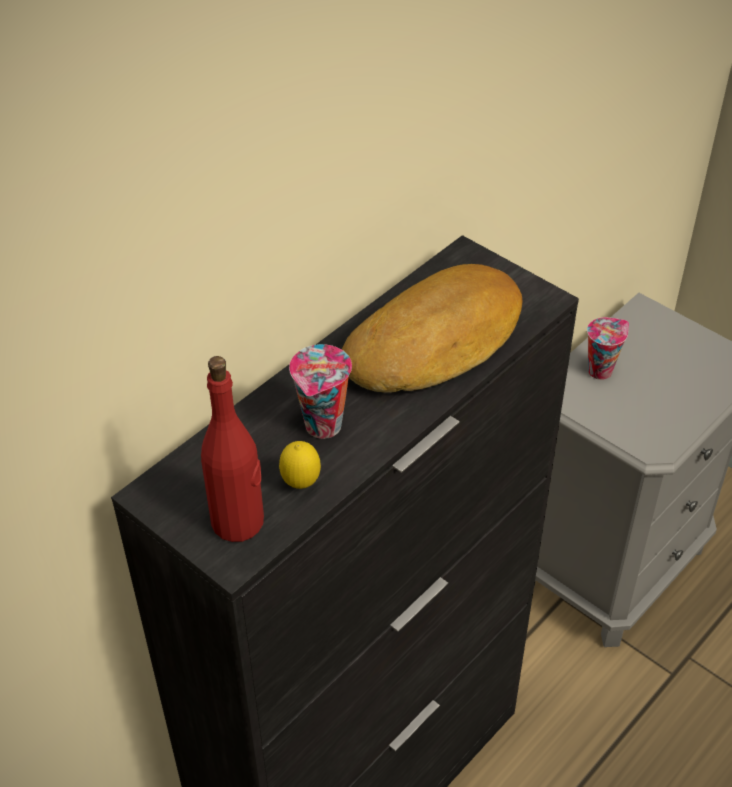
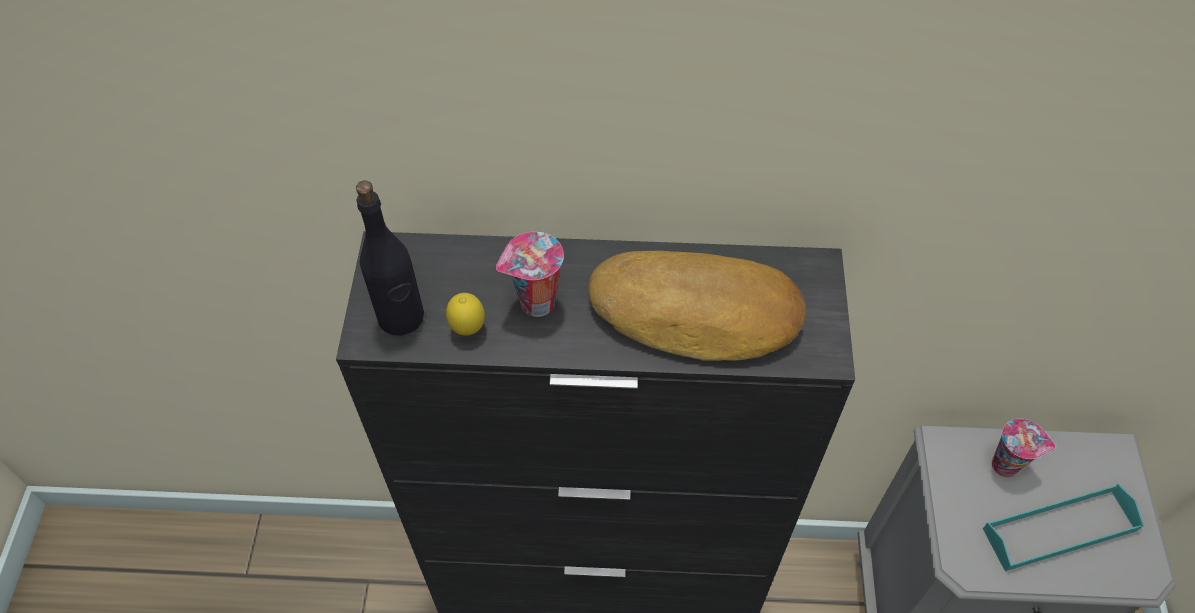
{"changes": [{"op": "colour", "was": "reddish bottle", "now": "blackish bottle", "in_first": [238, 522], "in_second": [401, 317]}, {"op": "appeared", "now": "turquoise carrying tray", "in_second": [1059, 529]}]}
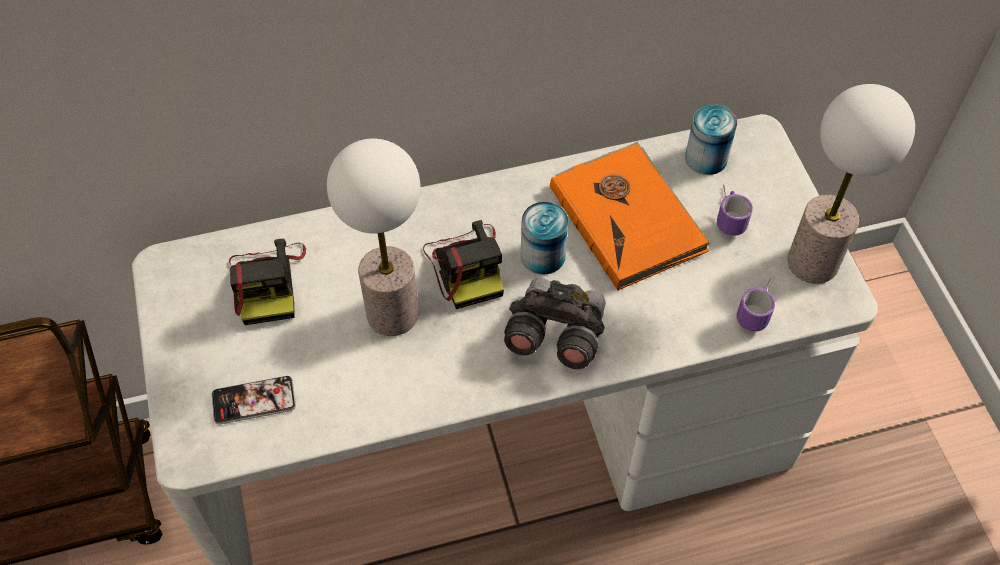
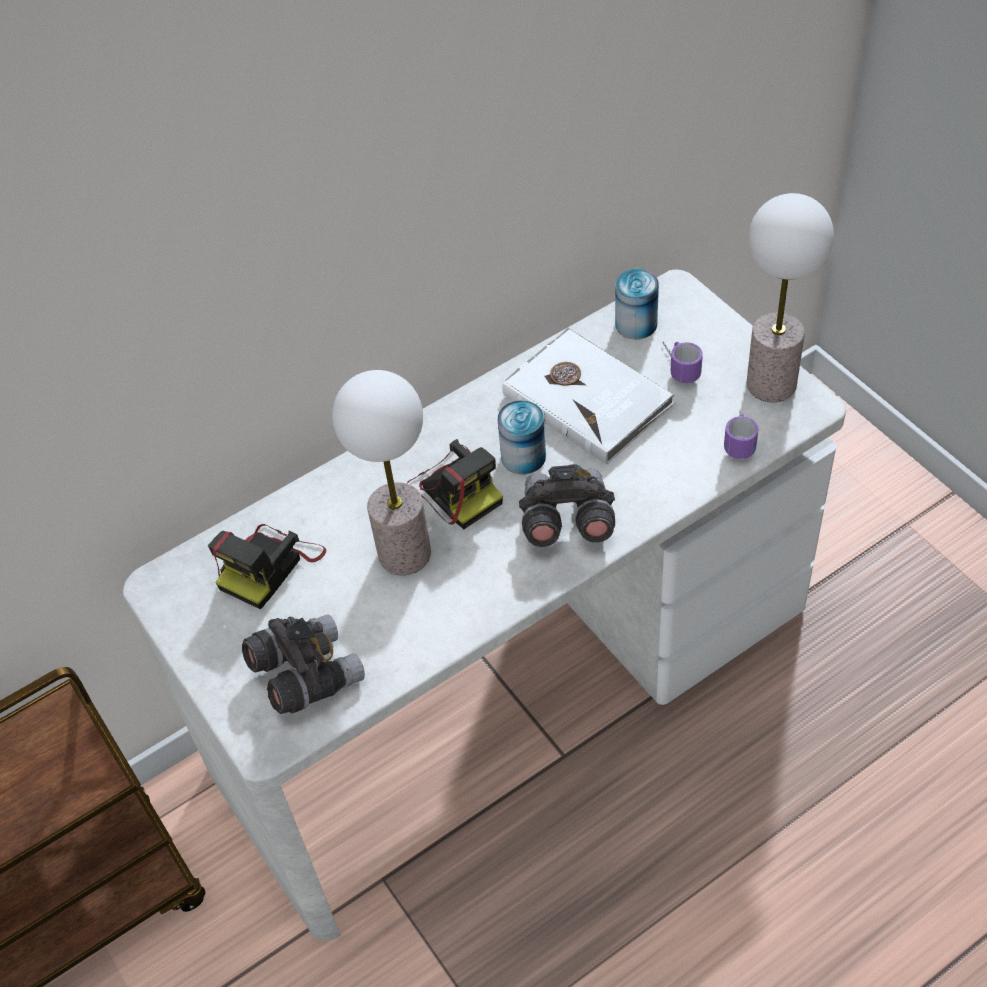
{"changes": [{"op": "exchanged", "was": "telephone", "now": "grey field glasses", "in_first": [254, 400], "in_second": [306, 675]}, {"op": "spun", "was": "still camera", "in_first": [268, 283], "in_second": [270, 566], "clockwise": 60}, {"op": "colour", "was": "orange-coloured book", "now": "whitish book", "in_first": [628, 218], "in_second": [588, 398]}]}
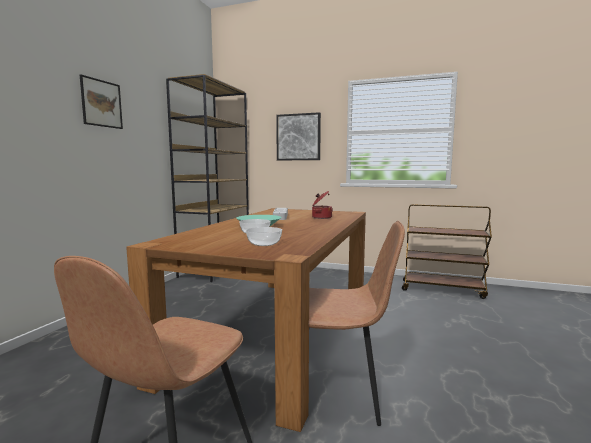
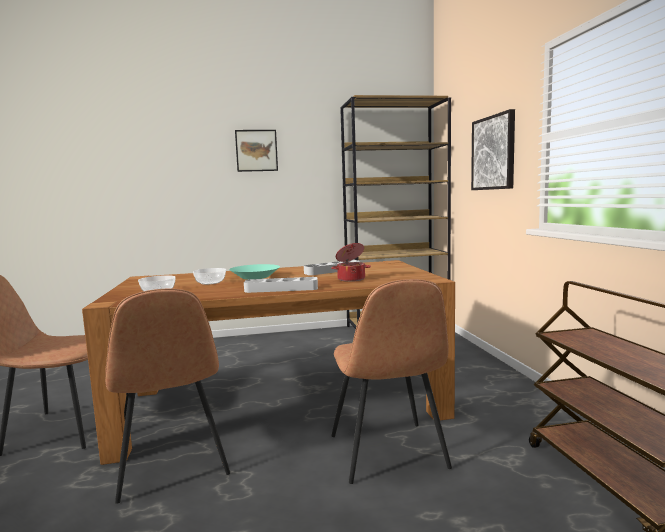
{"changes": [{"op": "appeared", "now": "grey carrying tray", "in_second": [281, 289]}, {"op": "appeared", "now": "brown-coloured plain chair", "in_second": [388, 453]}]}
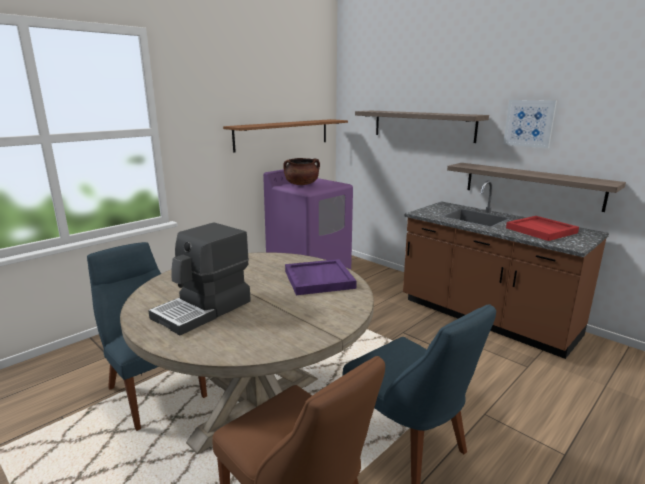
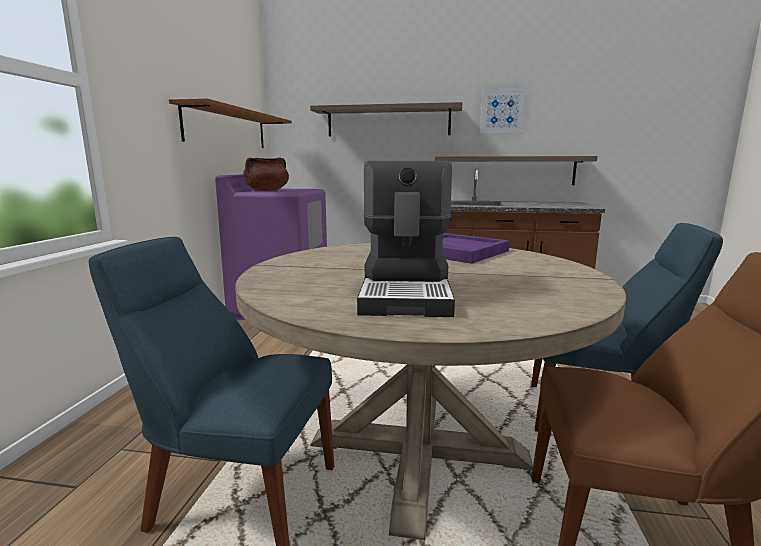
{"changes": [{"op": "missing", "was": "reddish carrying tray", "in_first": [542, 230]}]}
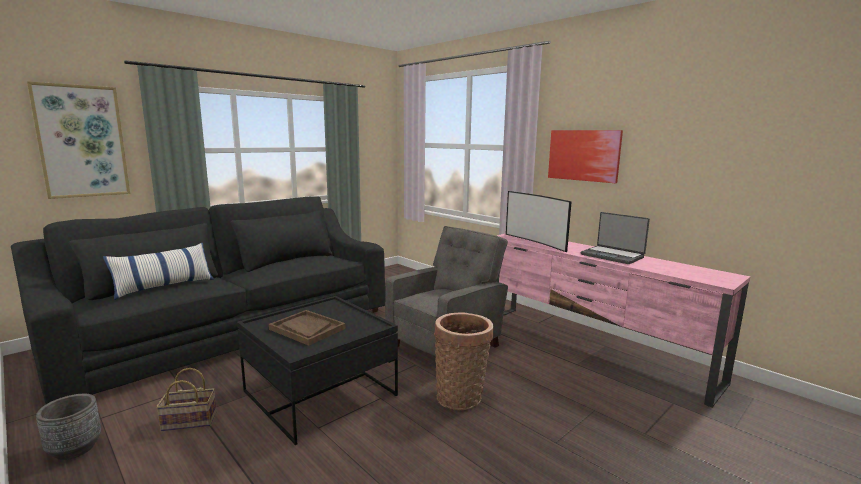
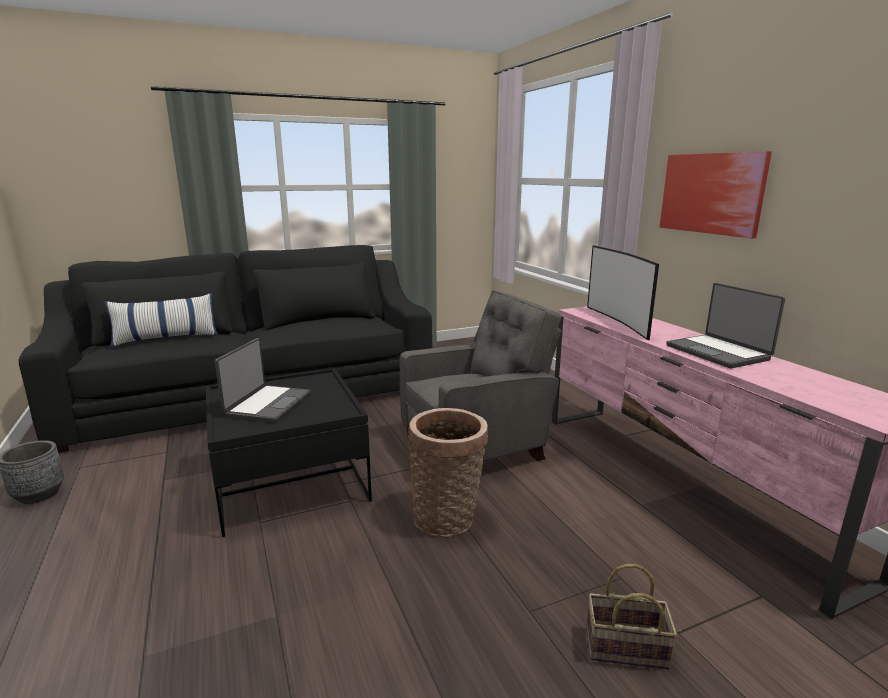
{"changes": [{"op": "missing", "was": "wall picture", "in_first": [82, 141]}, {"op": "relocated", "was": "household basket", "in_first": [188, 422], "in_second": [624, 649]}, {"op": "exchanged", "was": "brown-coloured carrying tray", "now": "portable computer", "in_first": [307, 329], "in_second": [267, 404]}]}
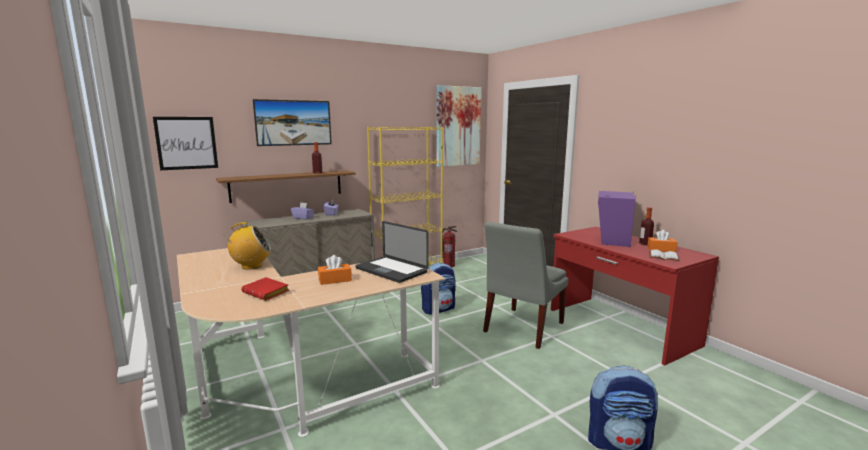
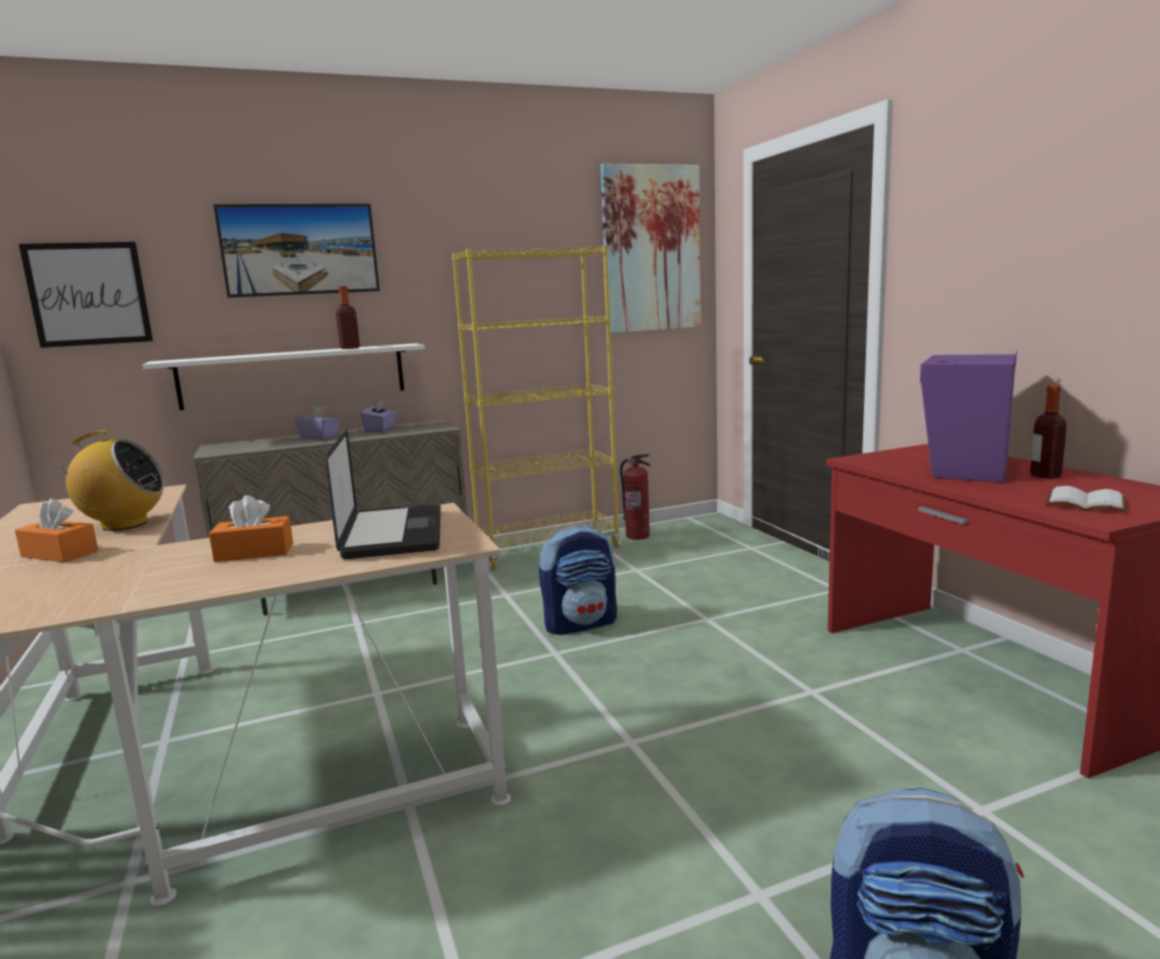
{"changes": [{"op": "colour", "was": "brown-coloured bracket shelf", "now": "whitish bracket shelf", "in_first": [287, 186], "in_second": [294, 375]}, {"op": "missing", "was": "reddish book", "in_first": [267, 292]}, {"op": "spun", "was": "portable computer", "in_first": [391, 270], "in_second": [394, 533], "clockwise": -150}, {"op": "missing", "was": "grey plain chair", "in_first": [522, 328]}, {"op": "relocated", "was": "orange-coloured box of tissues", "in_first": [661, 249], "in_second": [59, 554]}]}
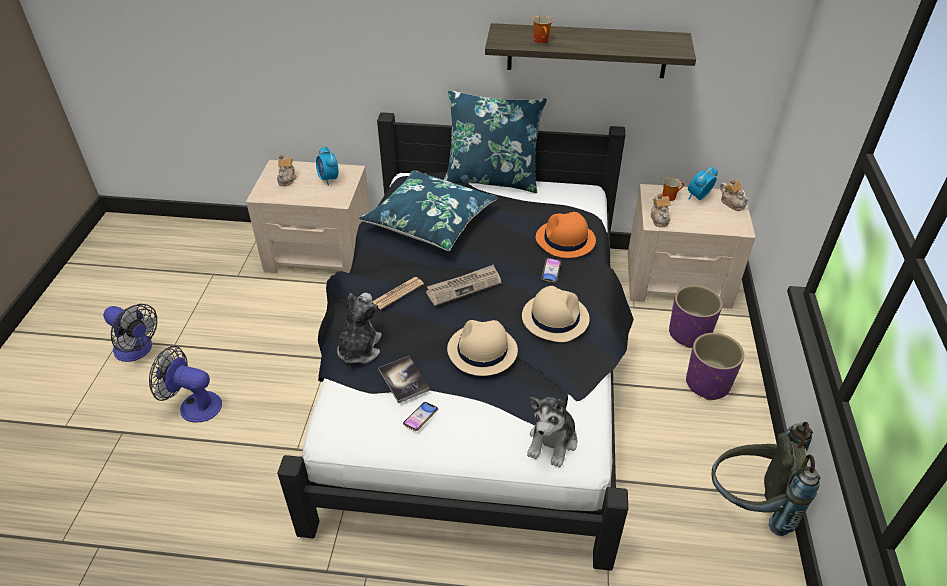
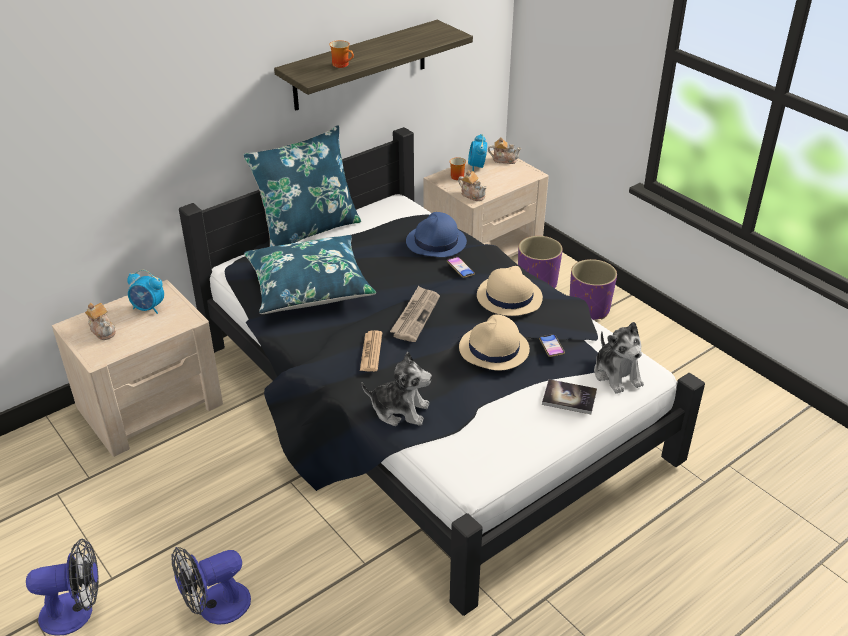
{"changes": [{"op": "spun", "was": "plush toy", "in_first": [359, 349], "in_second": [400, 410], "clockwise": 135}, {"op": "relocated", "was": "book", "in_first": [404, 380], "in_second": [569, 398]}, {"op": "relocated", "was": "telephone", "in_first": [420, 418], "in_second": [551, 347]}, {"op": "colour", "was": "orange-coloured wearable hat", "now": "blue-coloured wearable hat", "in_first": [565, 240], "in_second": [436, 242]}, {"op": "missing", "was": "grey rucksack", "in_first": [749, 505]}]}
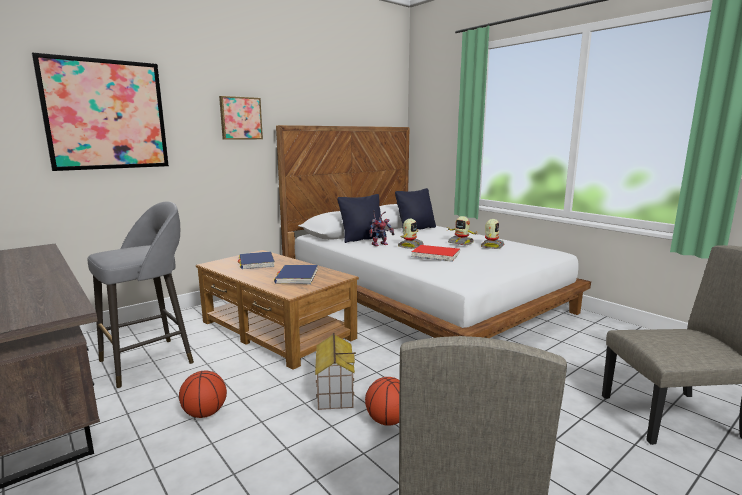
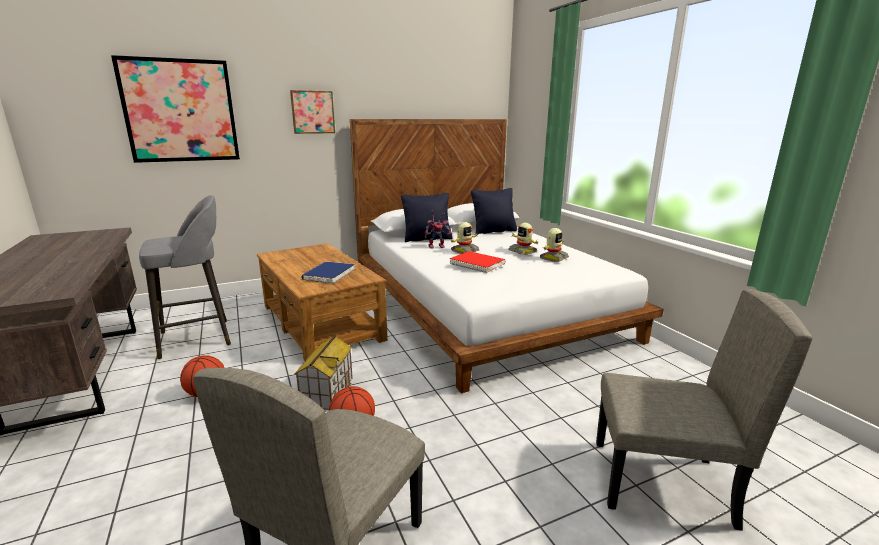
{"changes": [{"op": "missing", "was": "blue-coloured book", "in_first": [256, 263]}]}
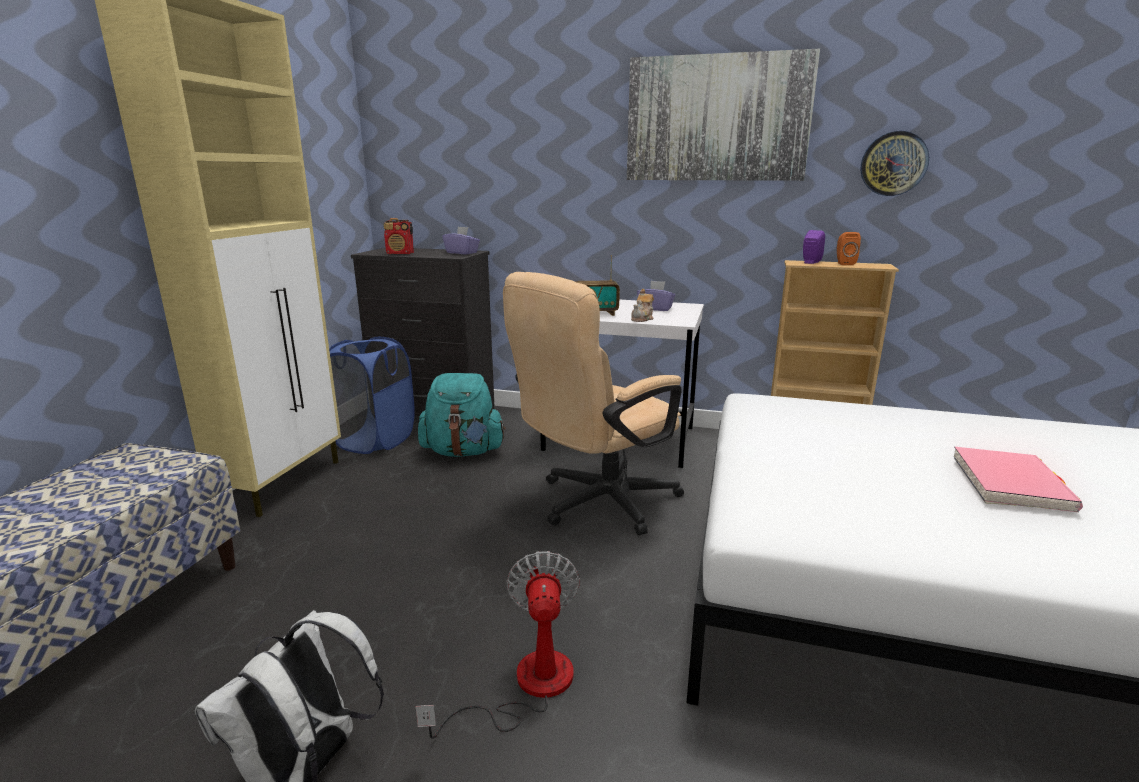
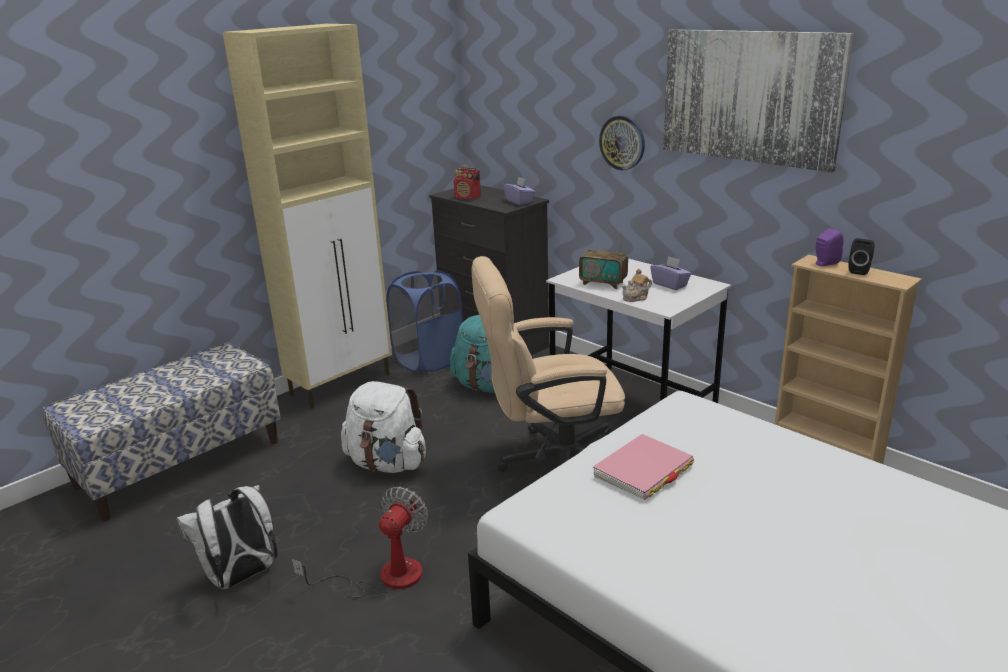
{"changes": [{"op": "colour", "was": "orange-coloured audio speaker", "now": "blackish audio speaker", "in_first": [844, 263], "in_second": [860, 271]}, {"op": "relocated", "was": "hanging clock", "in_first": [893, 164], "in_second": [622, 142]}, {"op": "relocated", "was": "pink book", "in_first": [1010, 483], "in_second": [643, 470]}, {"op": "appeared", "now": "whitish rucksack", "in_second": [387, 463]}]}
